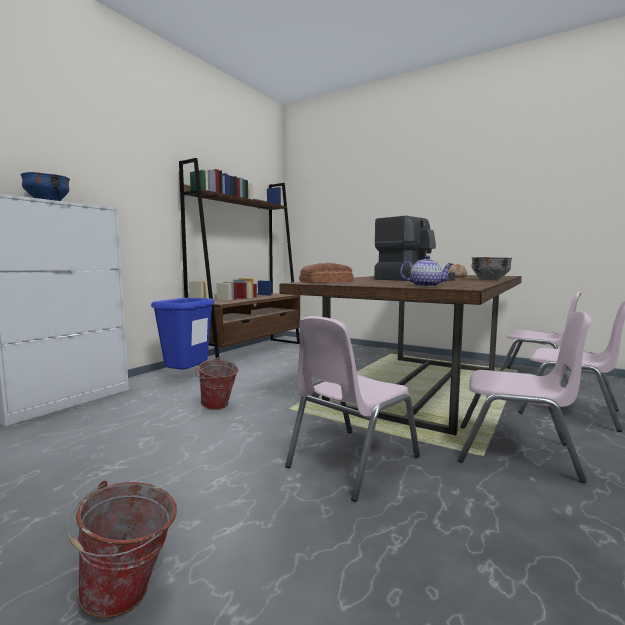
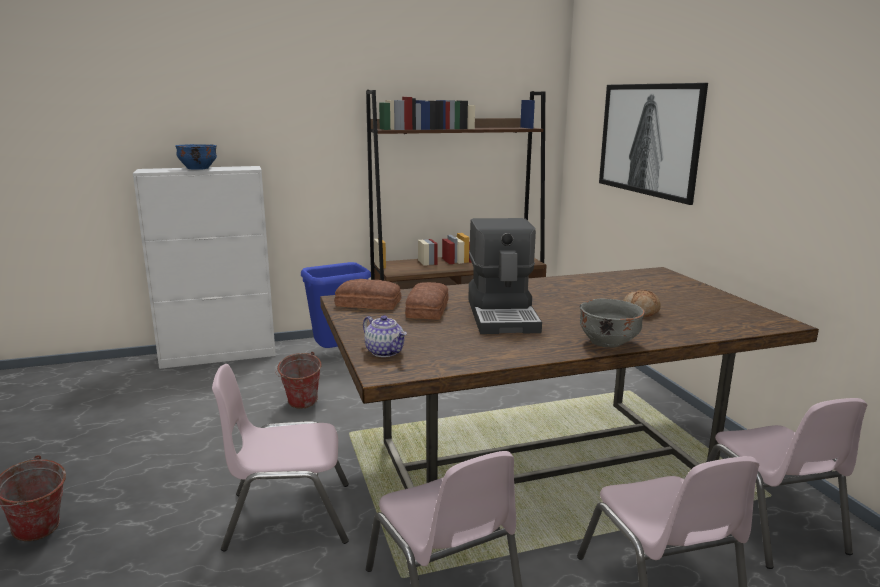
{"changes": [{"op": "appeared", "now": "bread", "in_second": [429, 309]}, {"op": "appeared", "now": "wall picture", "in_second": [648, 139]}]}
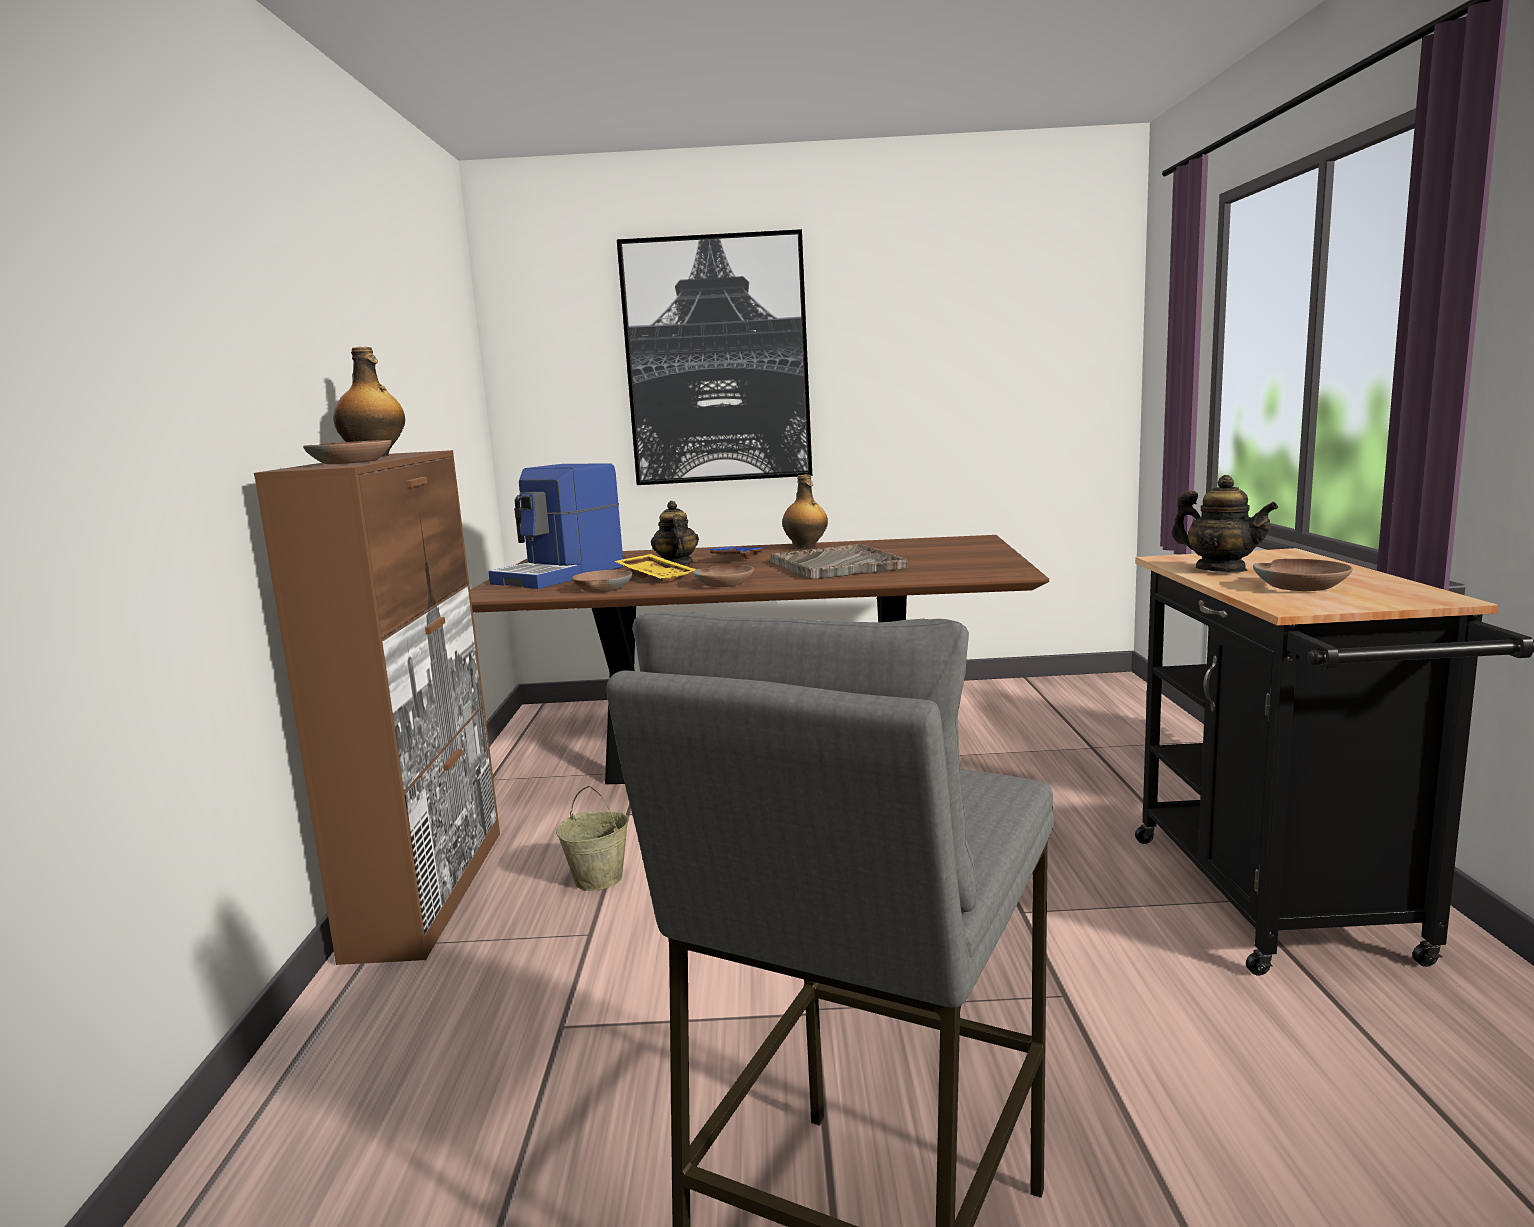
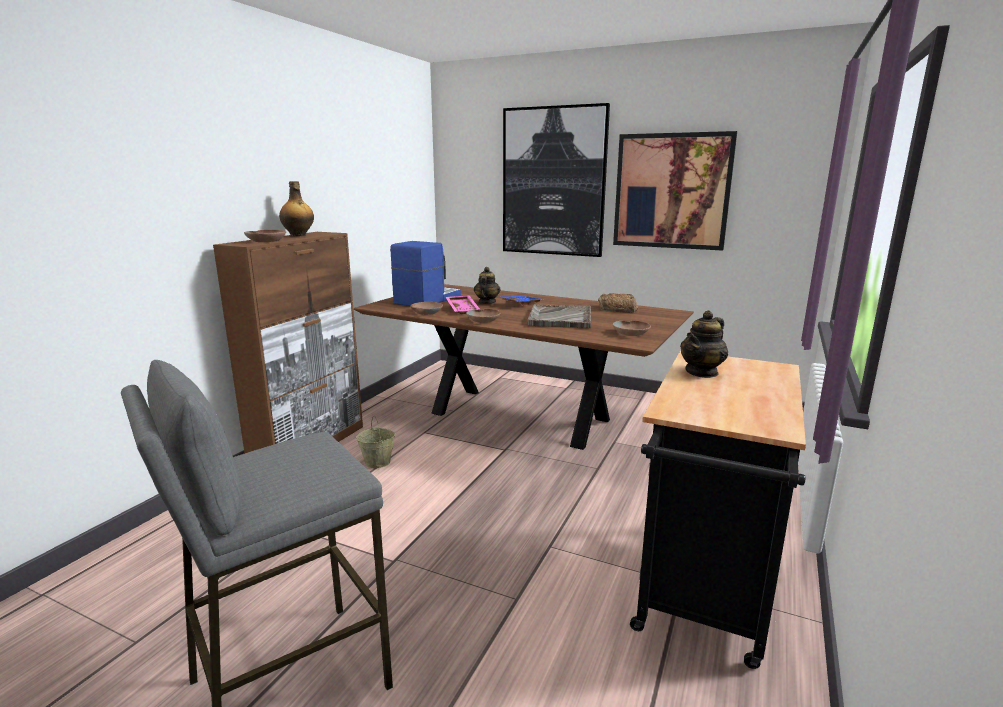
{"changes": [{"op": "spun", "was": "coffee maker", "in_first": [561, 575], "in_second": [426, 299], "clockwise": 150}, {"op": "colour", "was": "yellowish carrying tray", "now": "pink carrying tray", "in_first": [657, 577], "in_second": [463, 309]}, {"op": "missing", "was": "bottle", "in_first": [805, 547]}, {"op": "spun", "was": "pot for tea", "in_first": [1221, 570], "in_second": [702, 372], "clockwise": 60}, {"op": "relocated", "was": "brown-coloured deep dish", "in_first": [1302, 586], "in_second": [631, 333]}, {"op": "appeared", "now": "bread", "in_second": [617, 308]}, {"op": "appeared", "now": "wall picture", "in_second": [671, 191]}]}
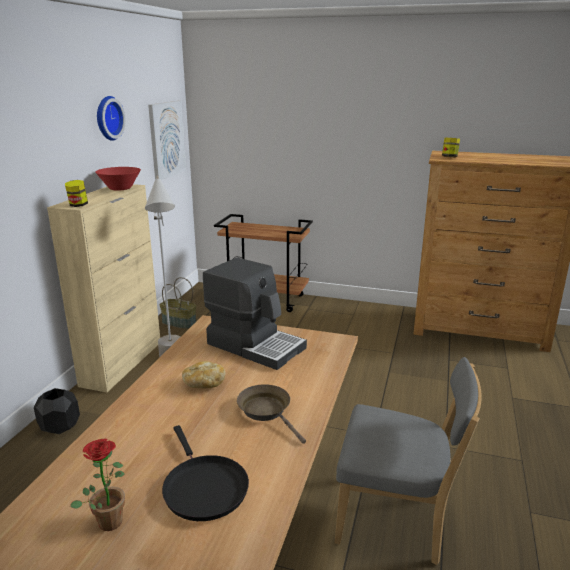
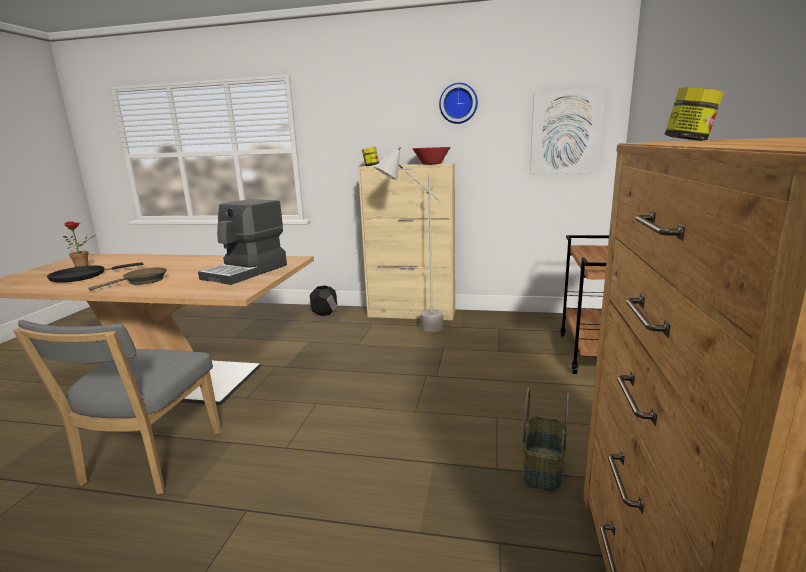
{"changes": [{"op": "relocated", "was": "household basket", "in_first": [178, 323], "in_second": [541, 468]}, {"op": "missing", "was": "bread", "in_first": [203, 384]}]}
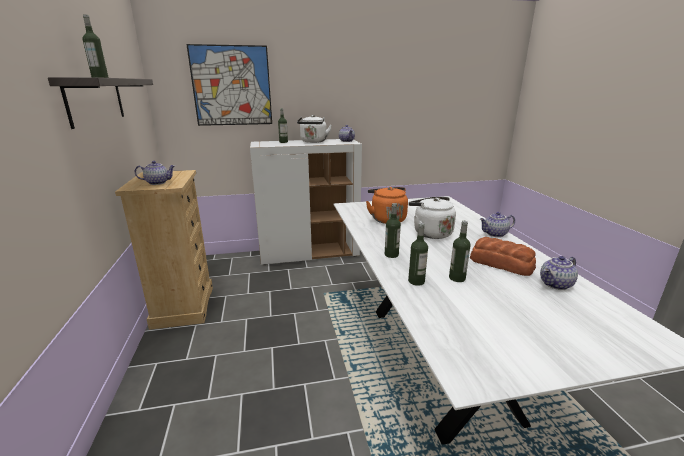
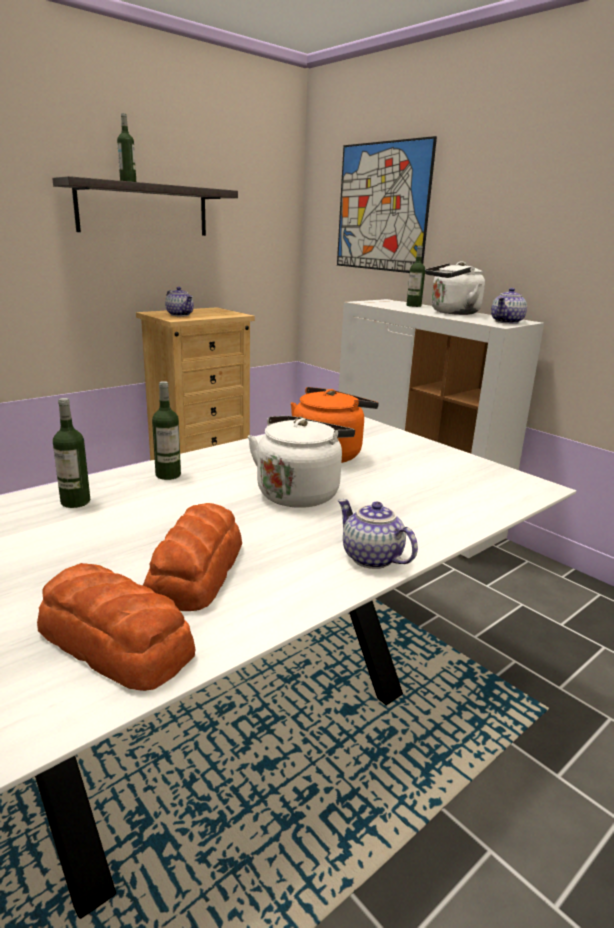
{"changes": [{"op": "missing", "was": "bottle", "in_first": [457, 278]}, {"op": "exchanged", "was": "pot for tea", "now": "bread", "in_first": [556, 285], "in_second": [116, 643]}]}
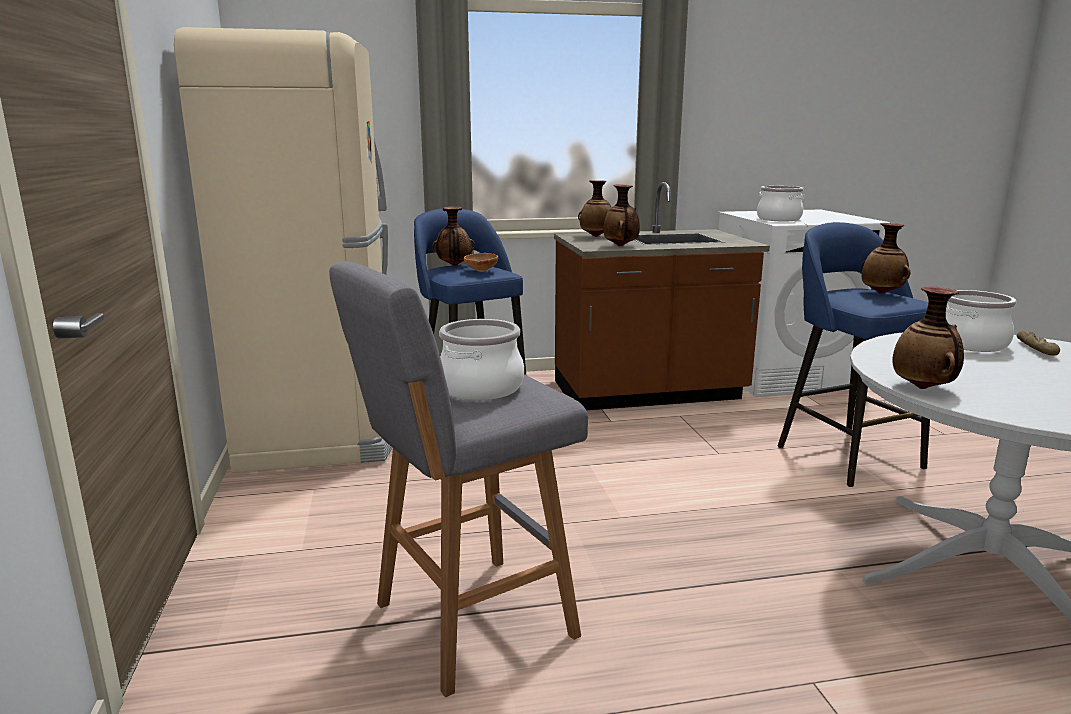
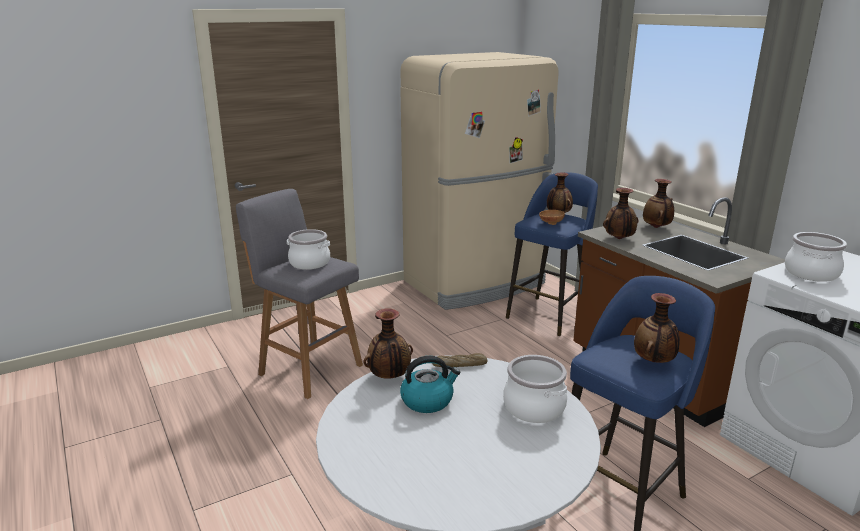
{"changes": [{"op": "relocated", "was": "bread", "in_first": [1036, 349], "in_second": [459, 365]}, {"op": "appeared", "now": "tea kettle", "in_second": [428, 400]}]}
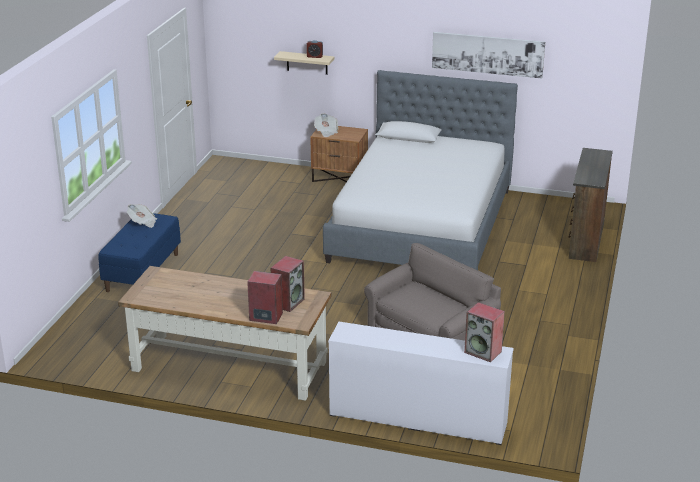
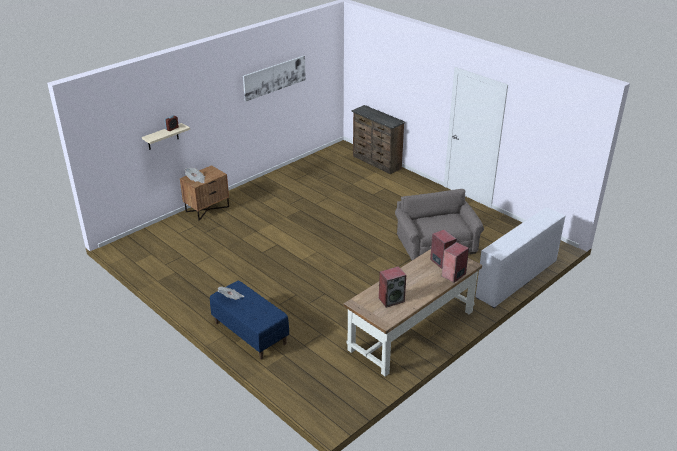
{"changes": [{"op": "missing", "was": "sleeping bed", "in_first": [422, 225]}, {"op": "relocated", "was": "audio speaker", "in_first": [483, 352], "in_second": [391, 299]}]}
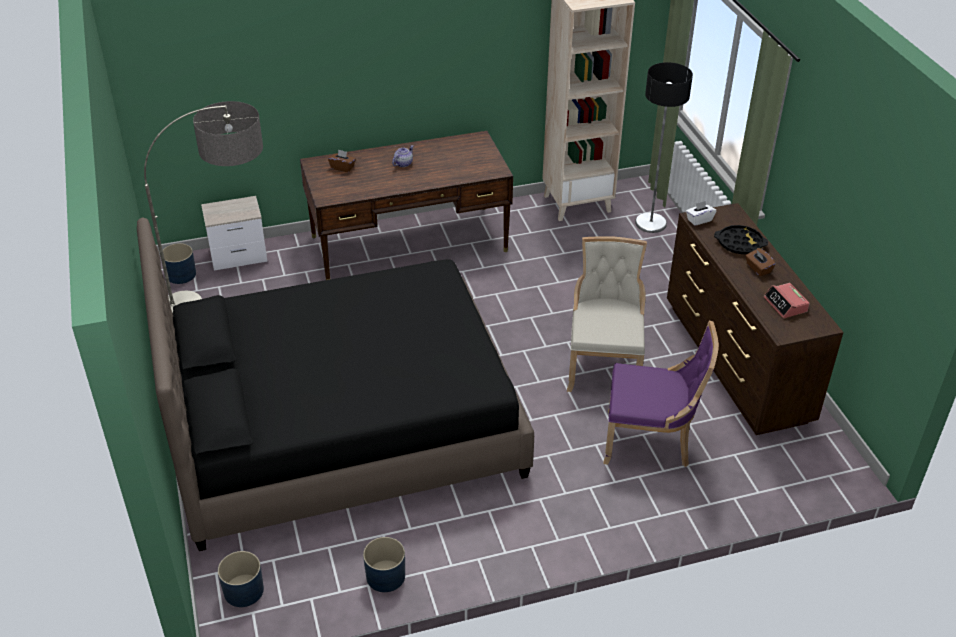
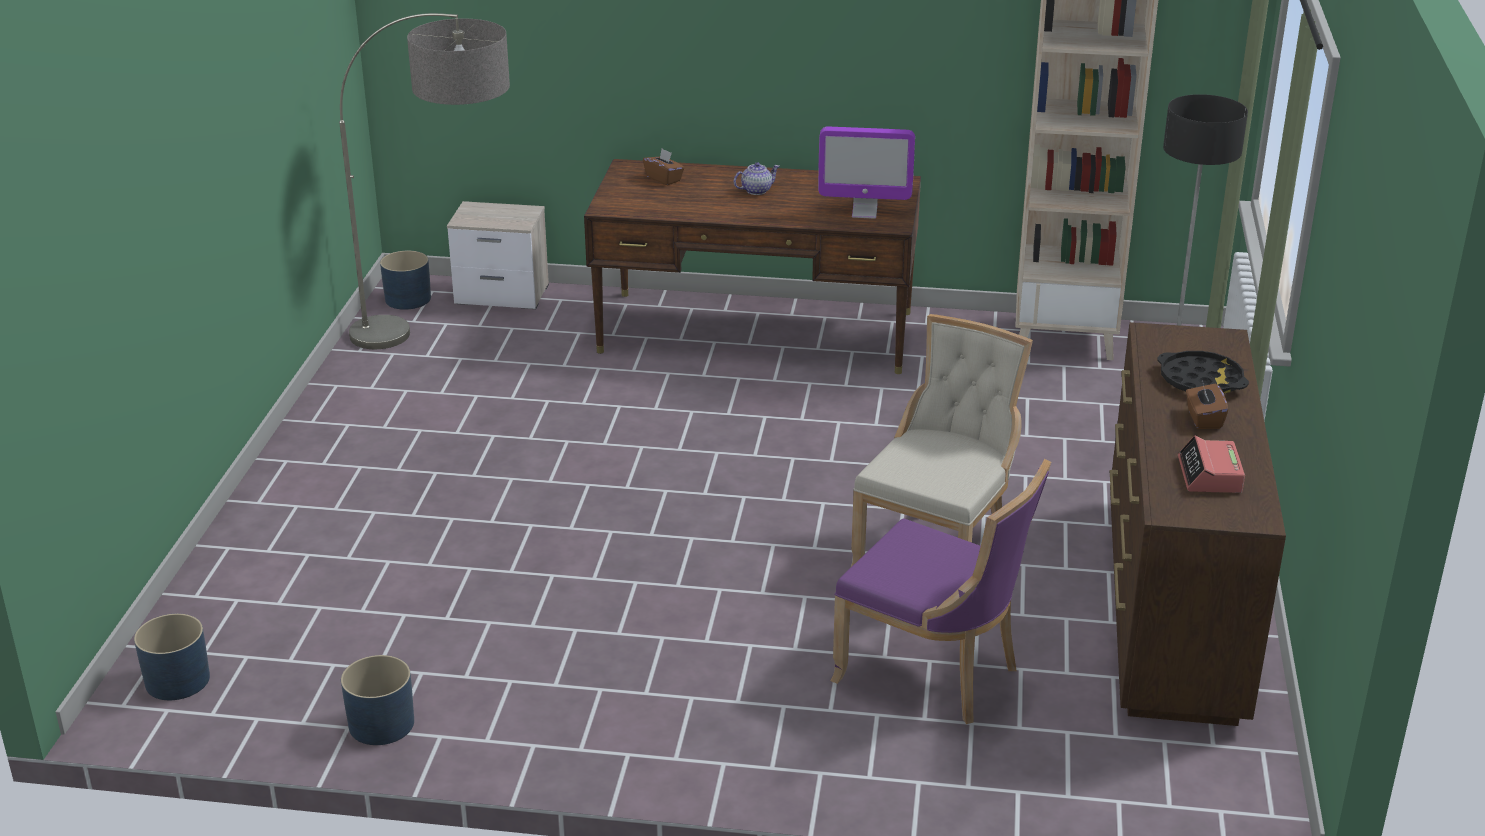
{"changes": [{"op": "missing", "was": "blackish sleeping bed", "in_first": [343, 425]}, {"op": "missing", "was": "whitish box of tissues", "in_first": [699, 220]}, {"op": "appeared", "now": "monitor", "in_second": [864, 212]}]}
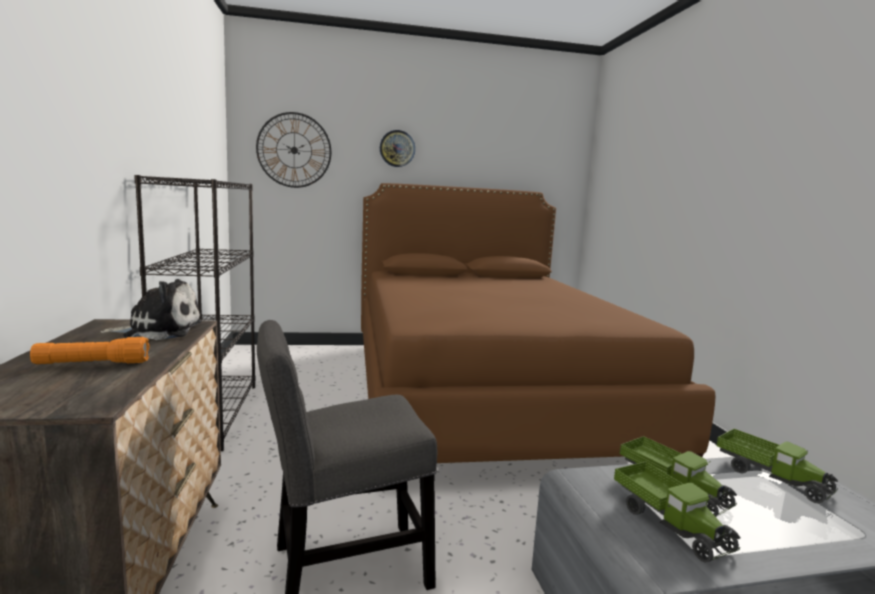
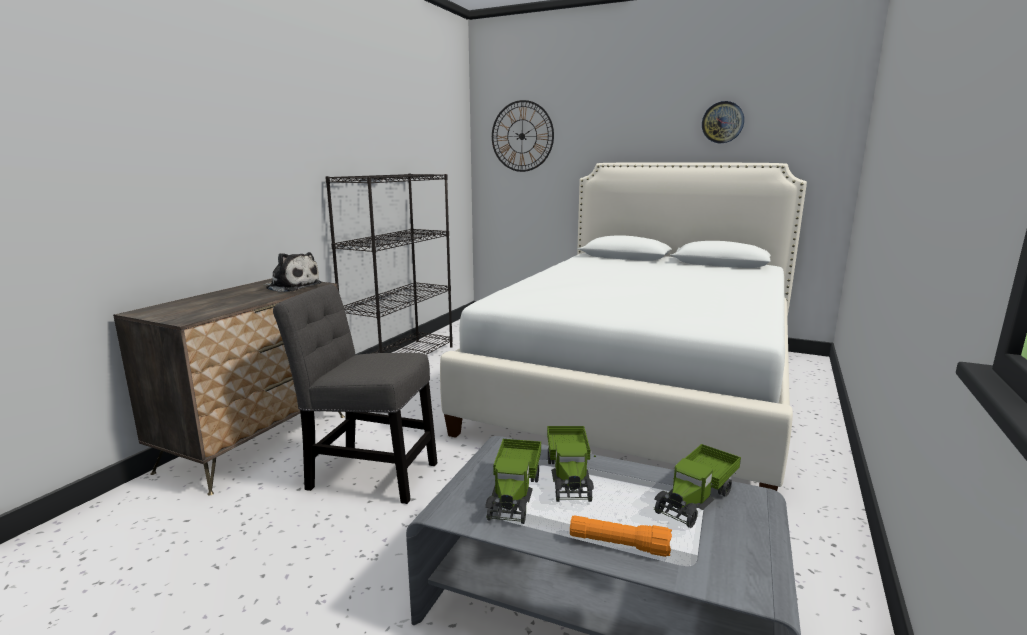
{"changes": [{"op": "relocated", "was": "orange-coloured torch", "in_first": [93, 364], "in_second": [619, 545]}, {"op": "colour", "was": "brown-coloured sleeping bed", "now": "whitish sleeping bed", "in_first": [485, 393], "in_second": [642, 386]}, {"op": "relocated", "was": "hanging clock", "in_first": [397, 148], "in_second": [722, 122]}, {"op": "spun", "was": "toy truck", "in_first": [771, 477], "in_second": [696, 498], "clockwise": 45}]}
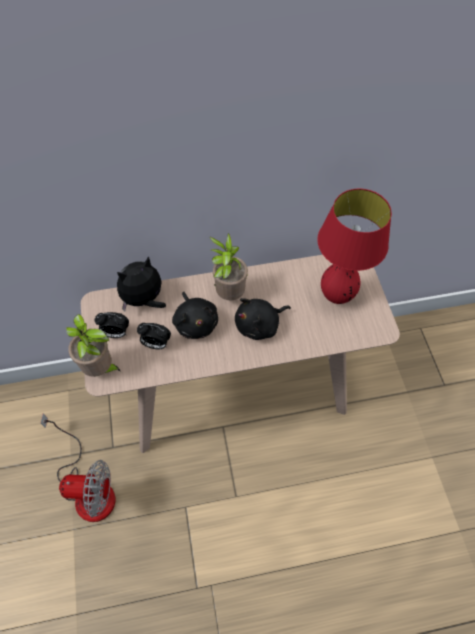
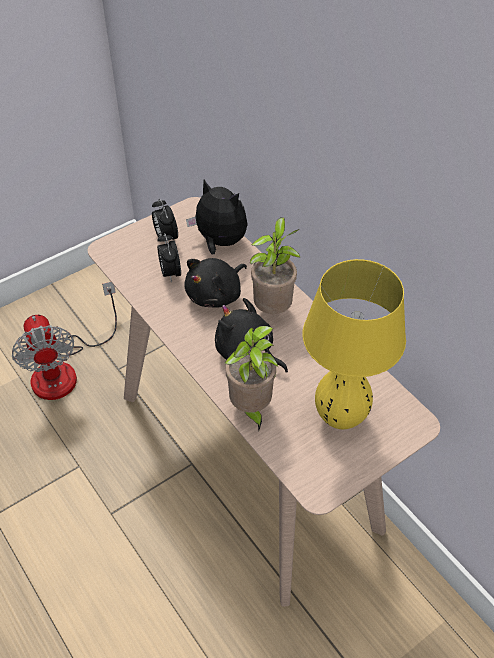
{"changes": [{"op": "relocated", "was": "plant in a pot", "in_first": [101, 369], "in_second": [250, 408]}, {"op": "colour", "was": "reddish tabletop lamp", "now": "yellowish tabletop lamp", "in_first": [336, 296], "in_second": [340, 418]}]}
